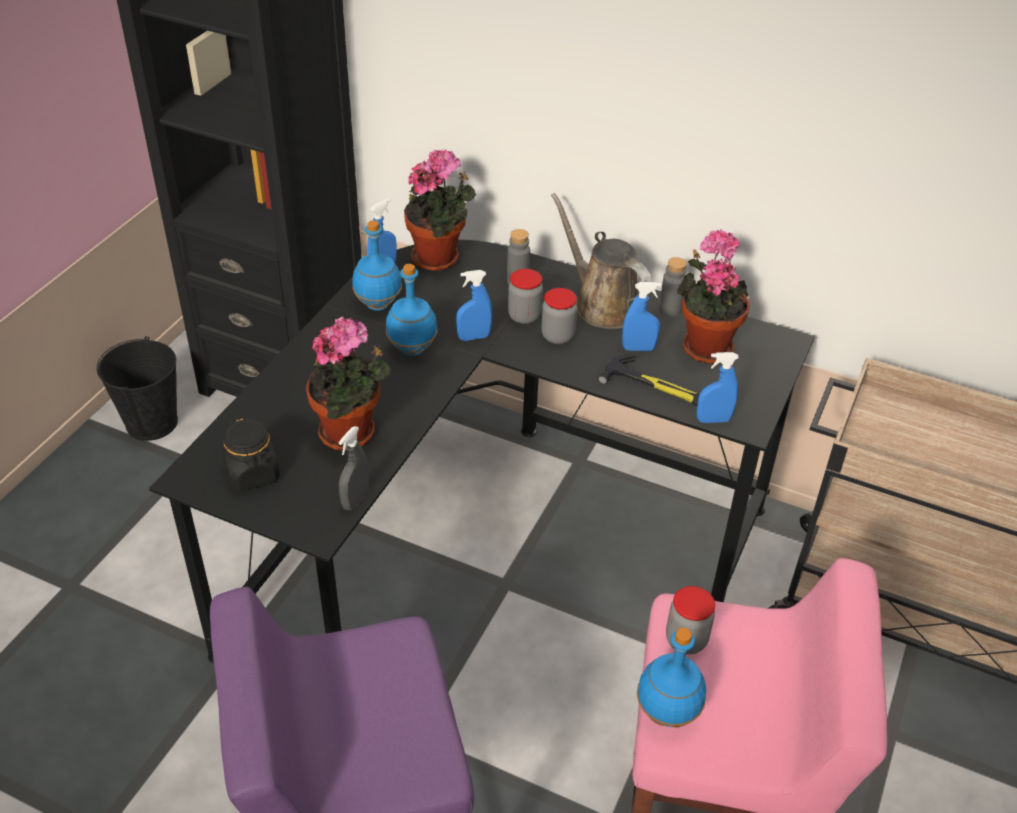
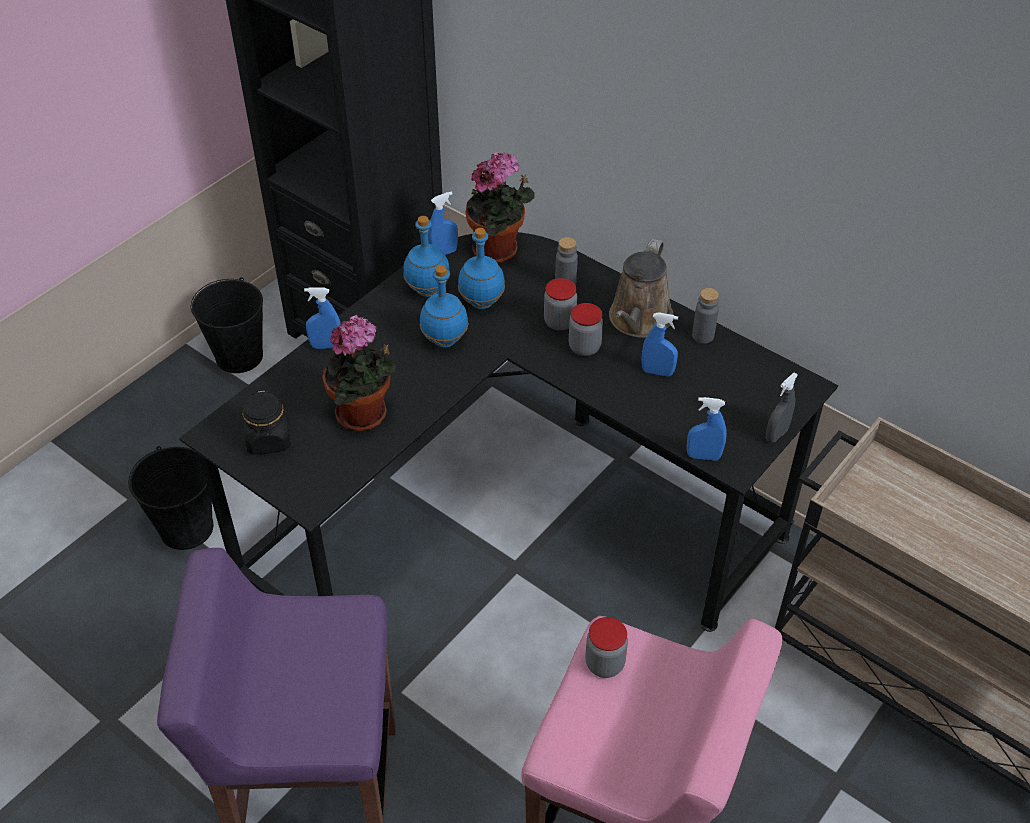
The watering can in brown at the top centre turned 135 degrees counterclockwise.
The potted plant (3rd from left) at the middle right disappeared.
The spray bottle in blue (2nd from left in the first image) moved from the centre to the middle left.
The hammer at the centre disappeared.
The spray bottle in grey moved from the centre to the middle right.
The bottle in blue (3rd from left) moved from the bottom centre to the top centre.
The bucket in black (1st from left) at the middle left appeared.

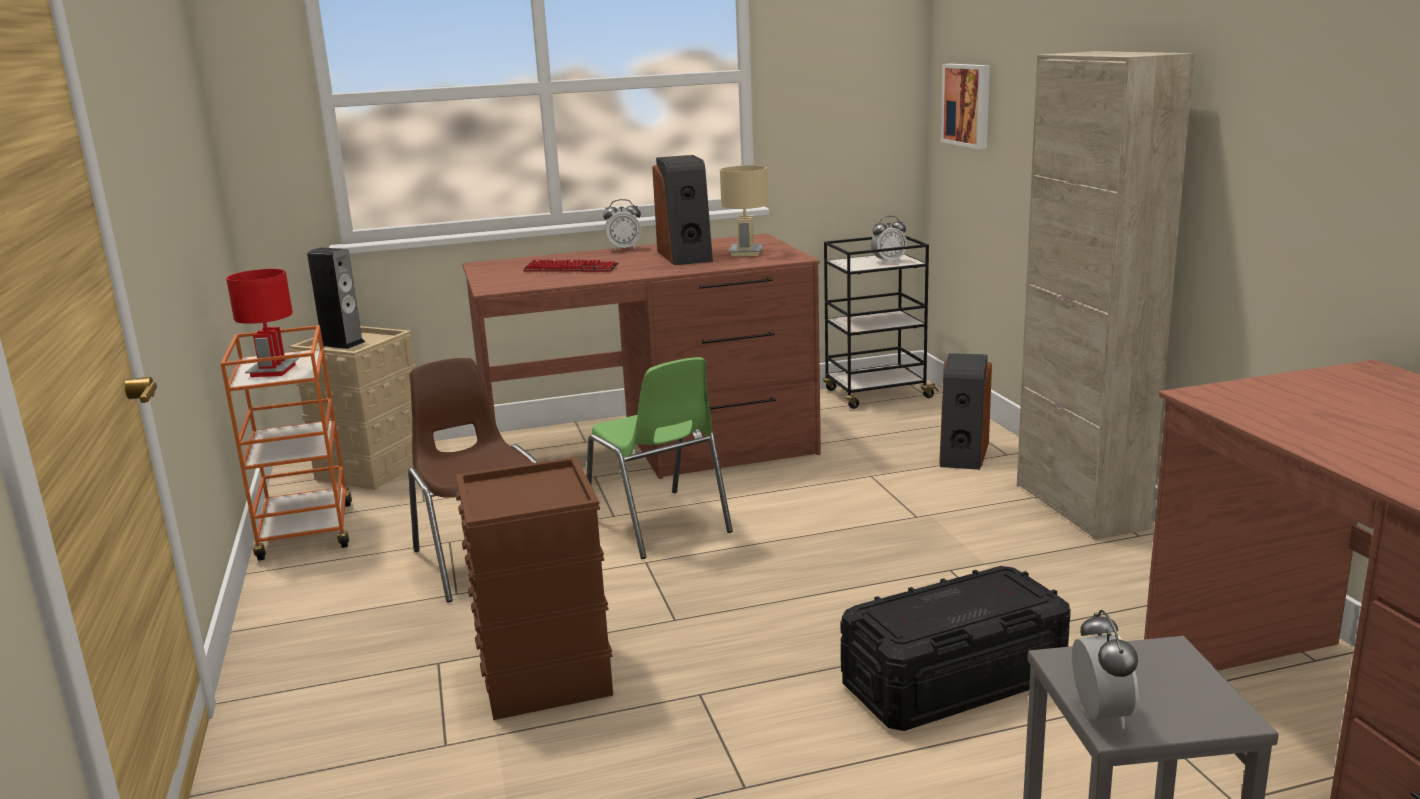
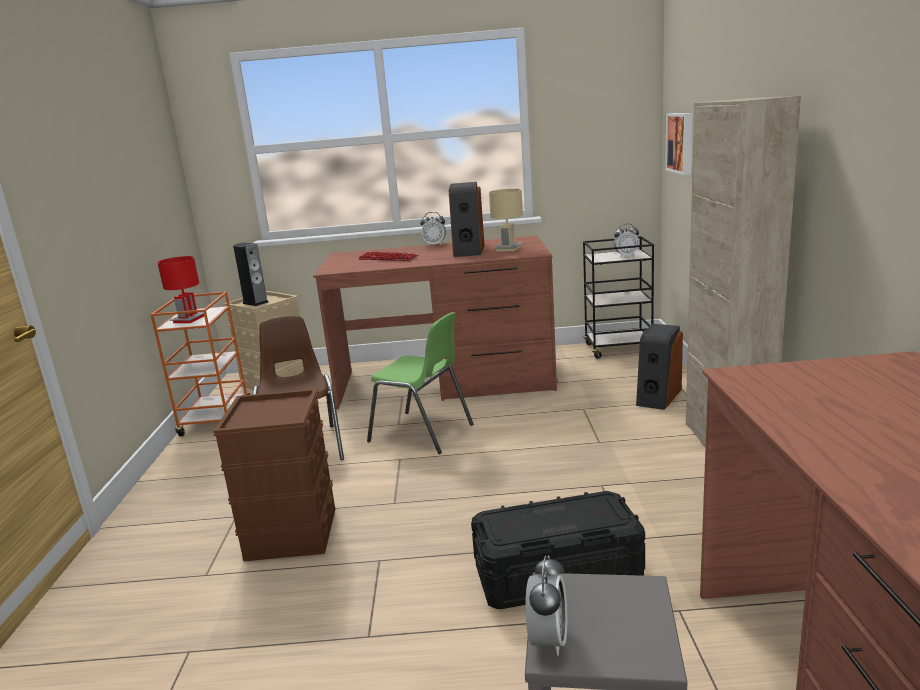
The chair in green at the centre turned 45 degrees counterclockwise.

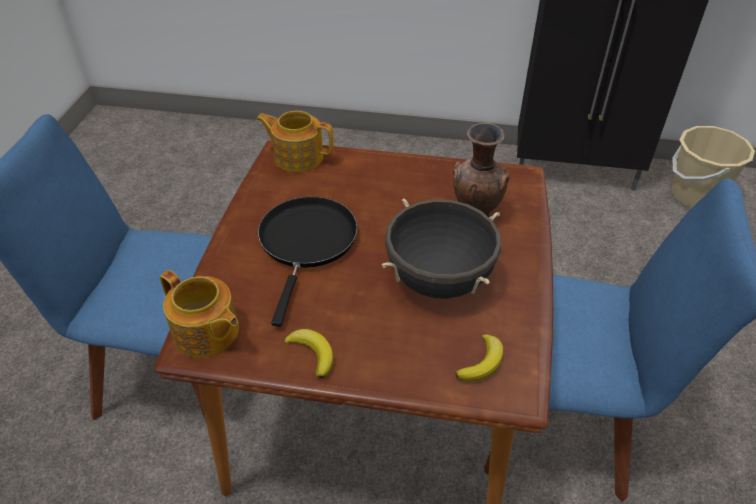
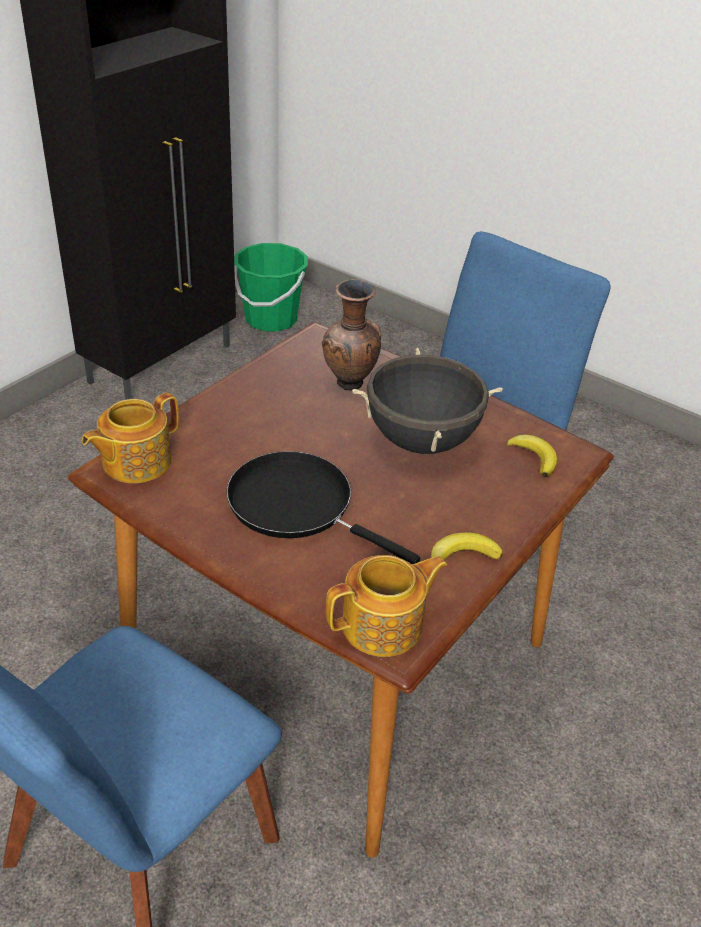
The bucket in beige at the top right became the bucket in green at the top centre.

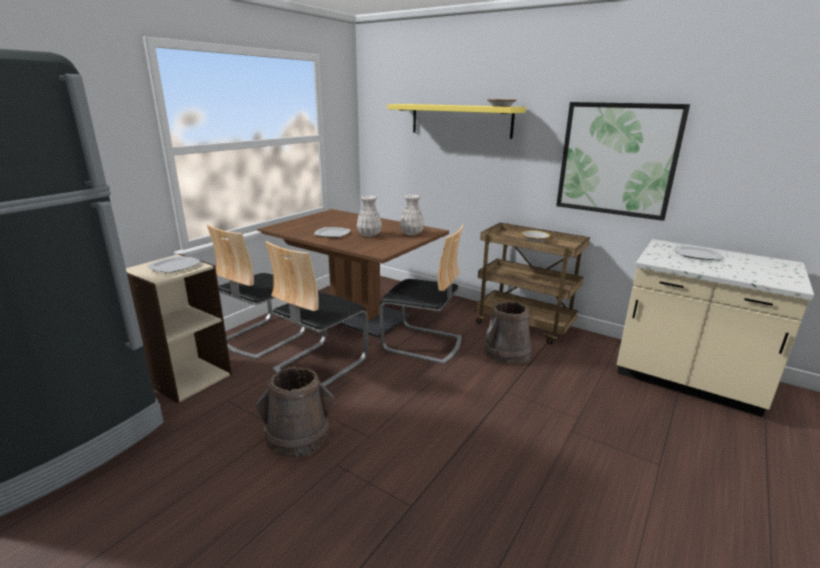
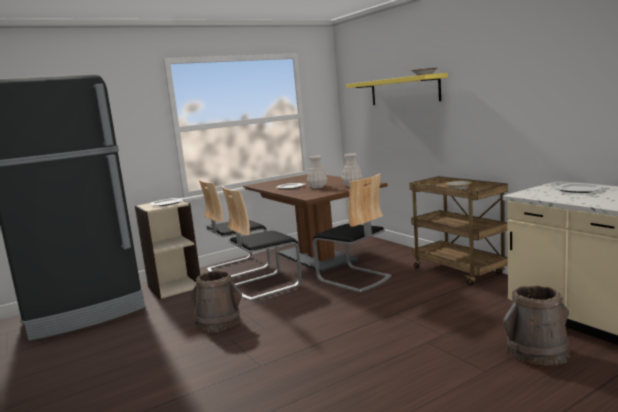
The picture at the top right disappeared.
The bucket in brown (2nd from left) moved from the centre to the bottom right.

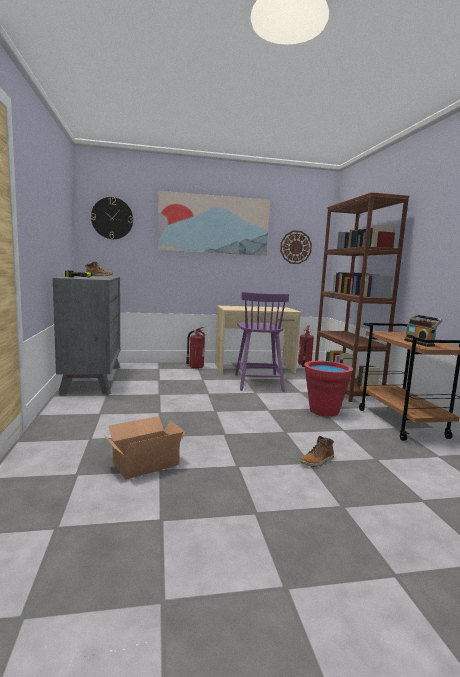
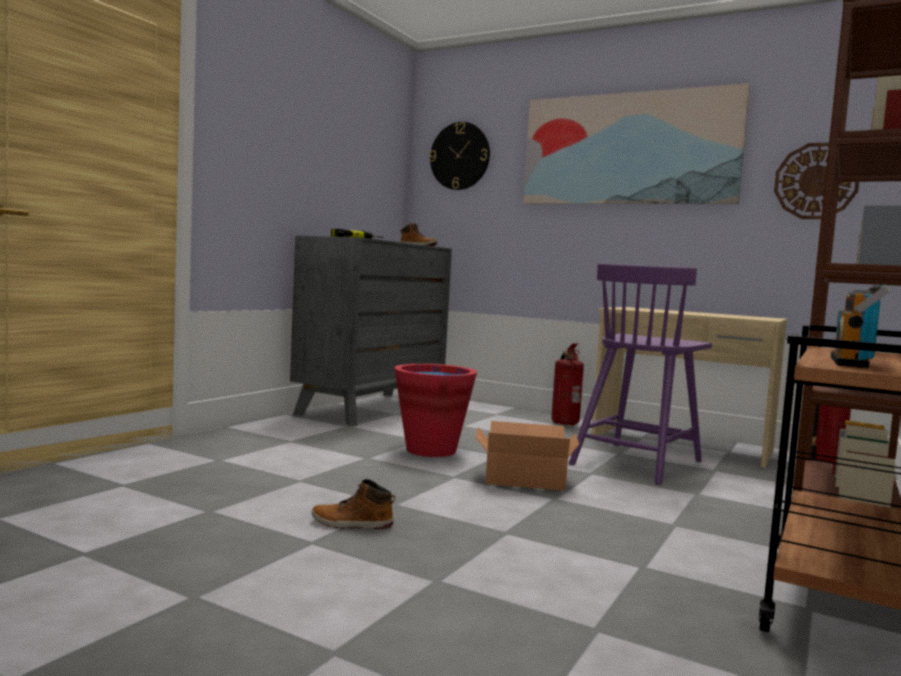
The bucket in red moved from the middle right to the centre.
The cardboard box moved from the middle left to the bottom centre.
The boot (2nd from left in the first image) moved from the middle right to the bottom centre.

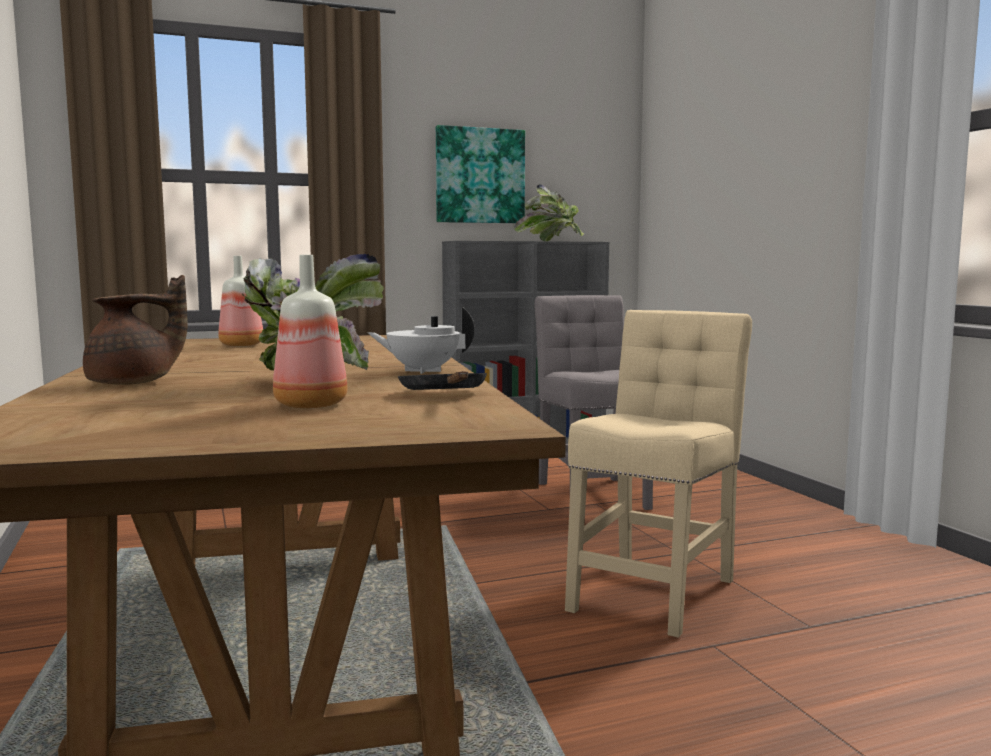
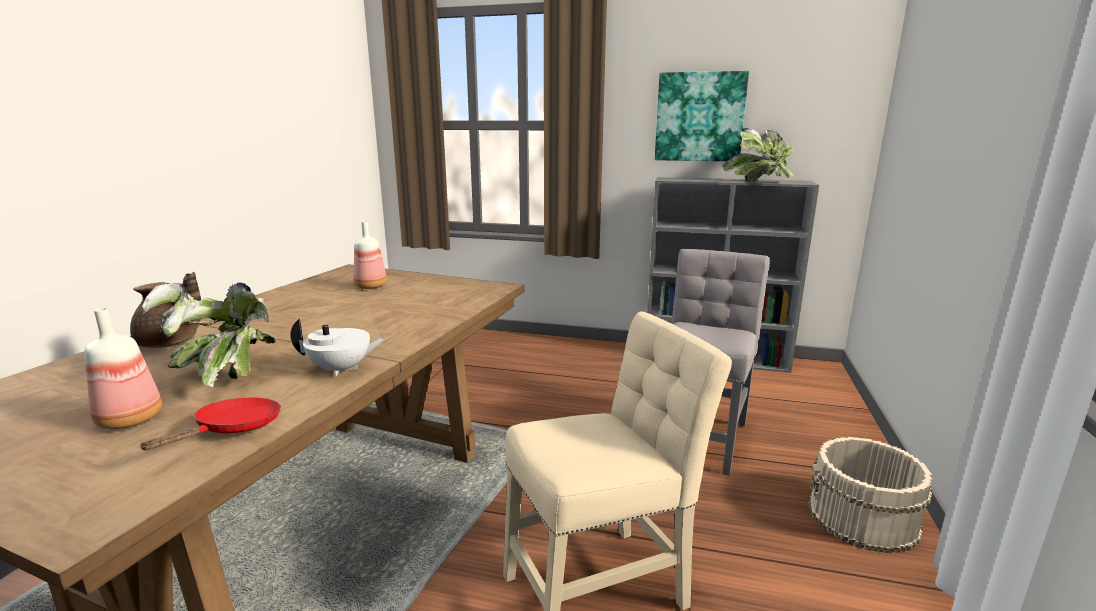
The teapot in white at the centre turned 135 degrees clockwise.
The frying pan in black at the centre became the frying pan in red at the bottom left.
The bucket in beige at the bottom right appeared.

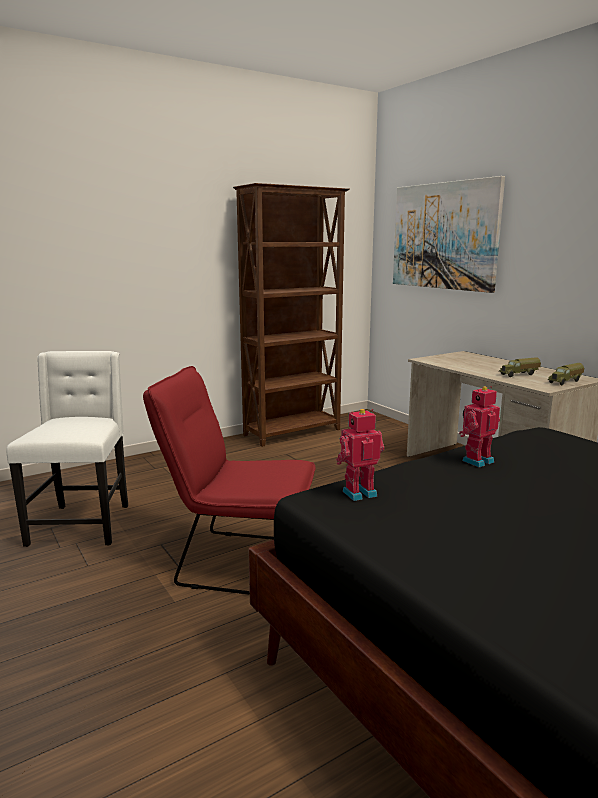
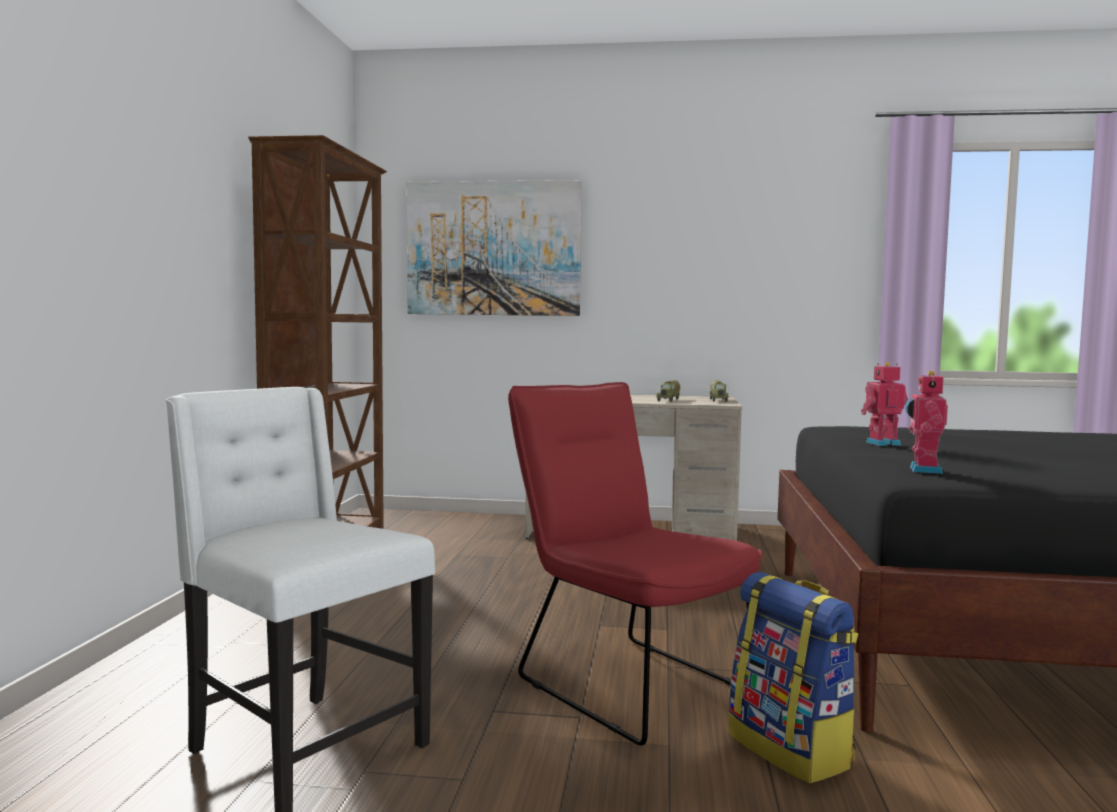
The chair in red at the centre turned 90 degrees clockwise.
The toy robot (2nd from left in the first image) at the middle right turned 75 degrees clockwise.
The backpack at the bottom right appeared.

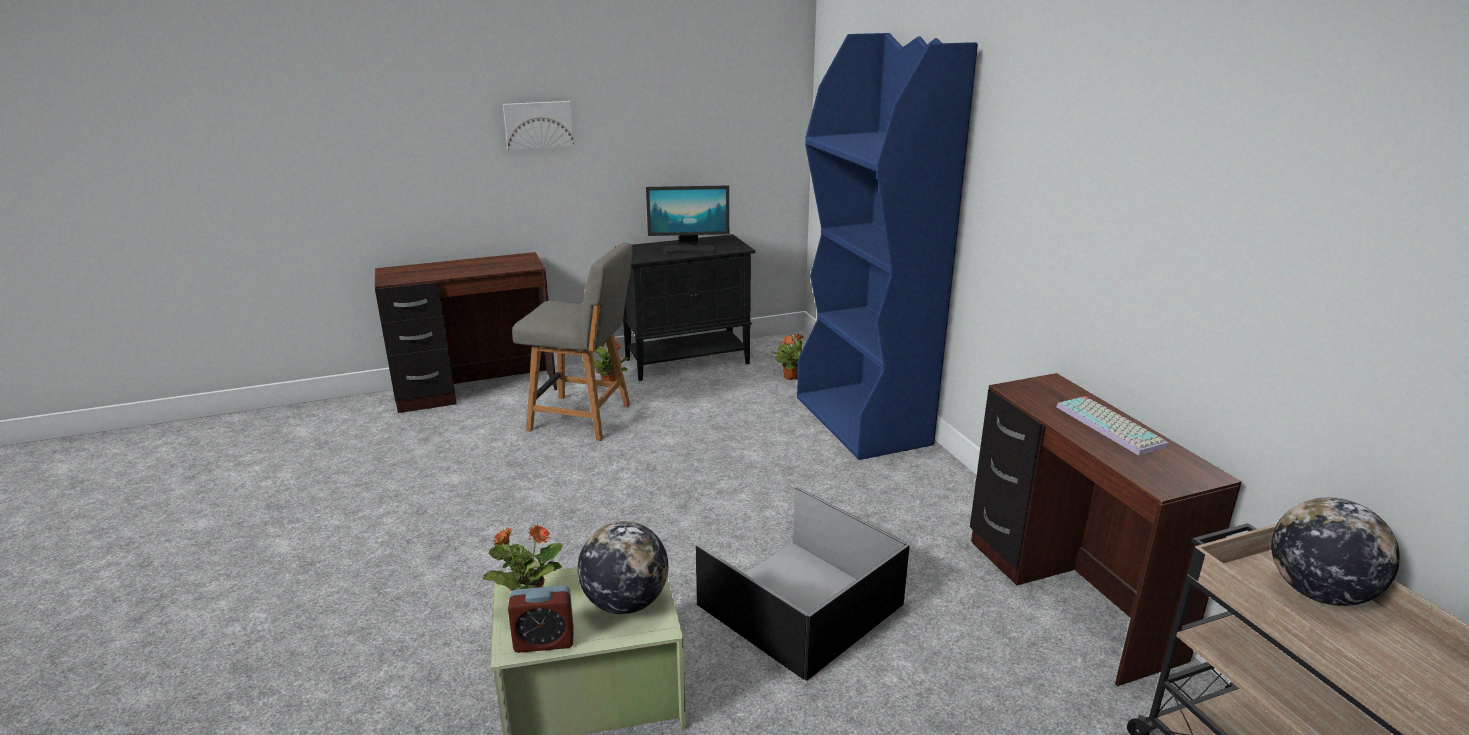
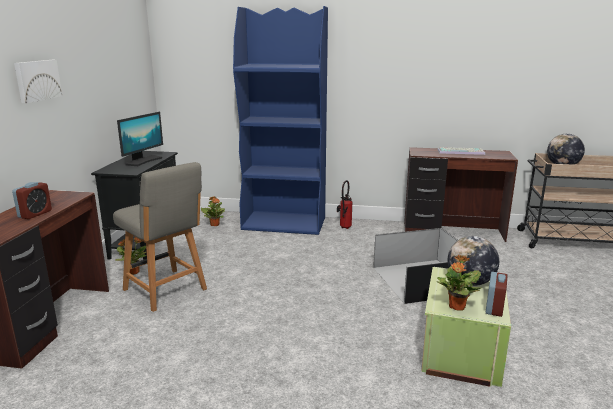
The chair in grey at the centre turned 90 degrees clockwise.
The fire extinguisher at the centre appeared.
The alarm clock (1st from left) at the middle left appeared.

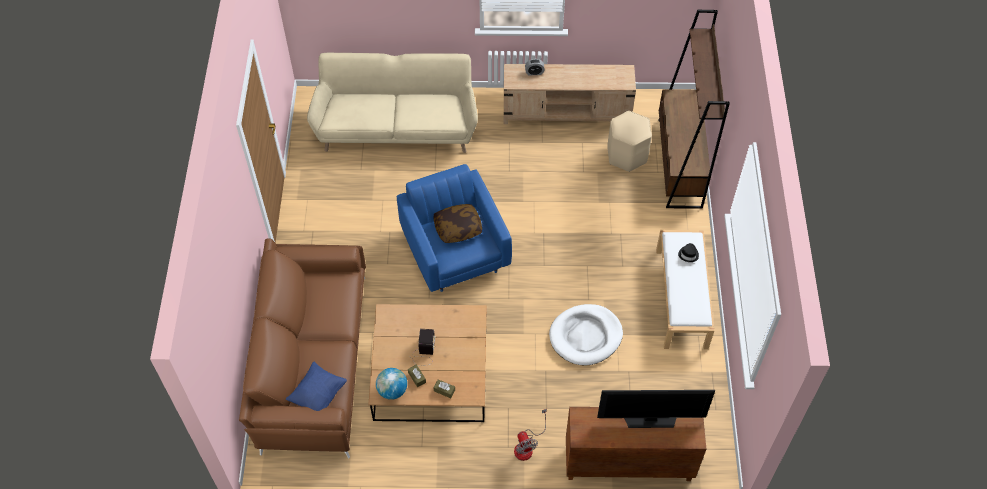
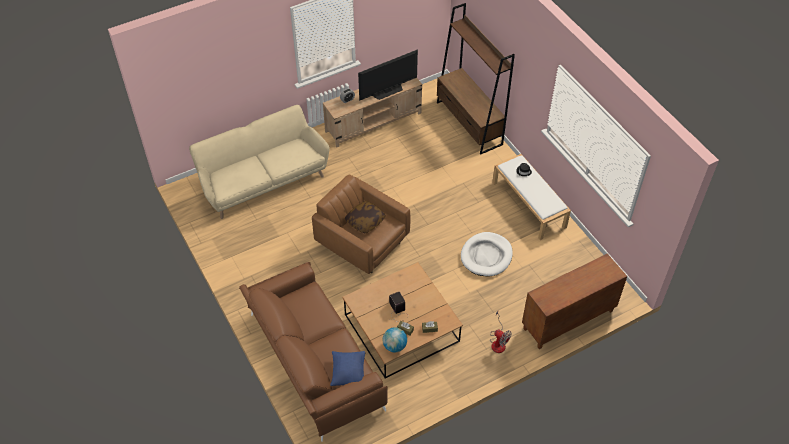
The stool in beige at the top centre disappeared.
The armchair in blue at the centre became the armchair in brown at the centre.
The television moved from the bottom centre to the top centre.

